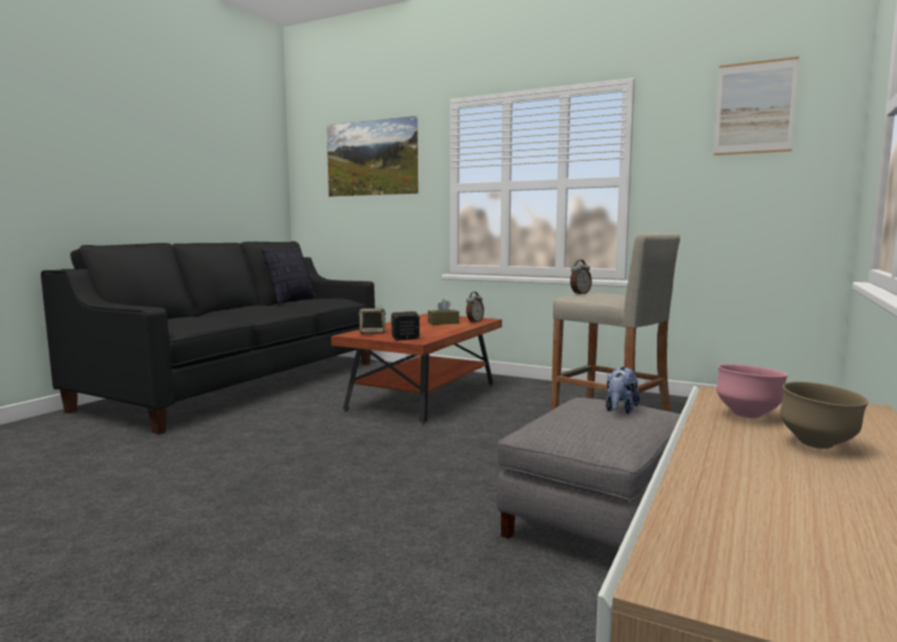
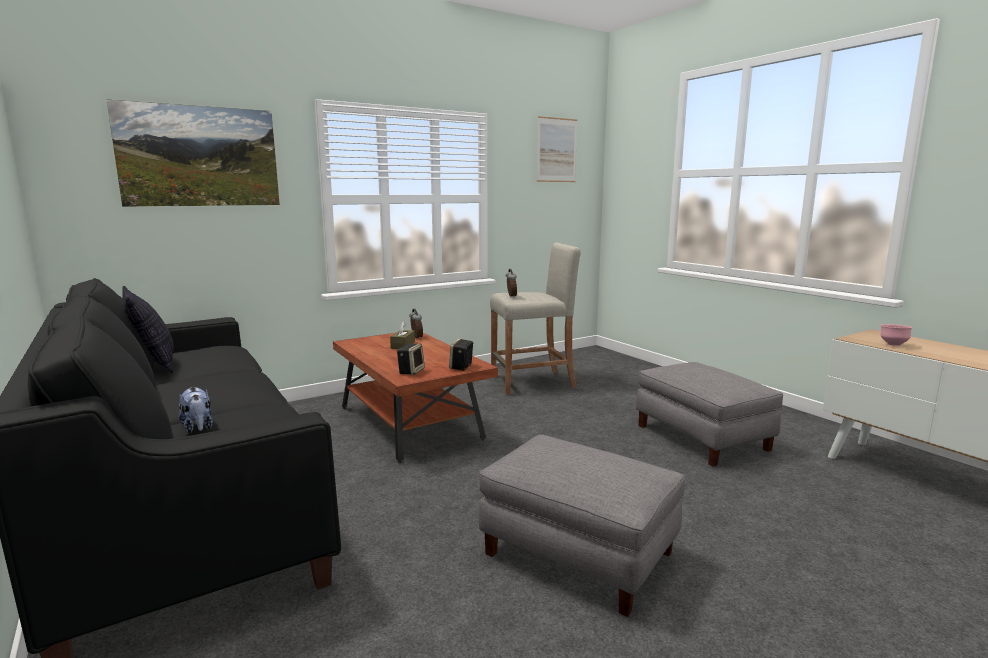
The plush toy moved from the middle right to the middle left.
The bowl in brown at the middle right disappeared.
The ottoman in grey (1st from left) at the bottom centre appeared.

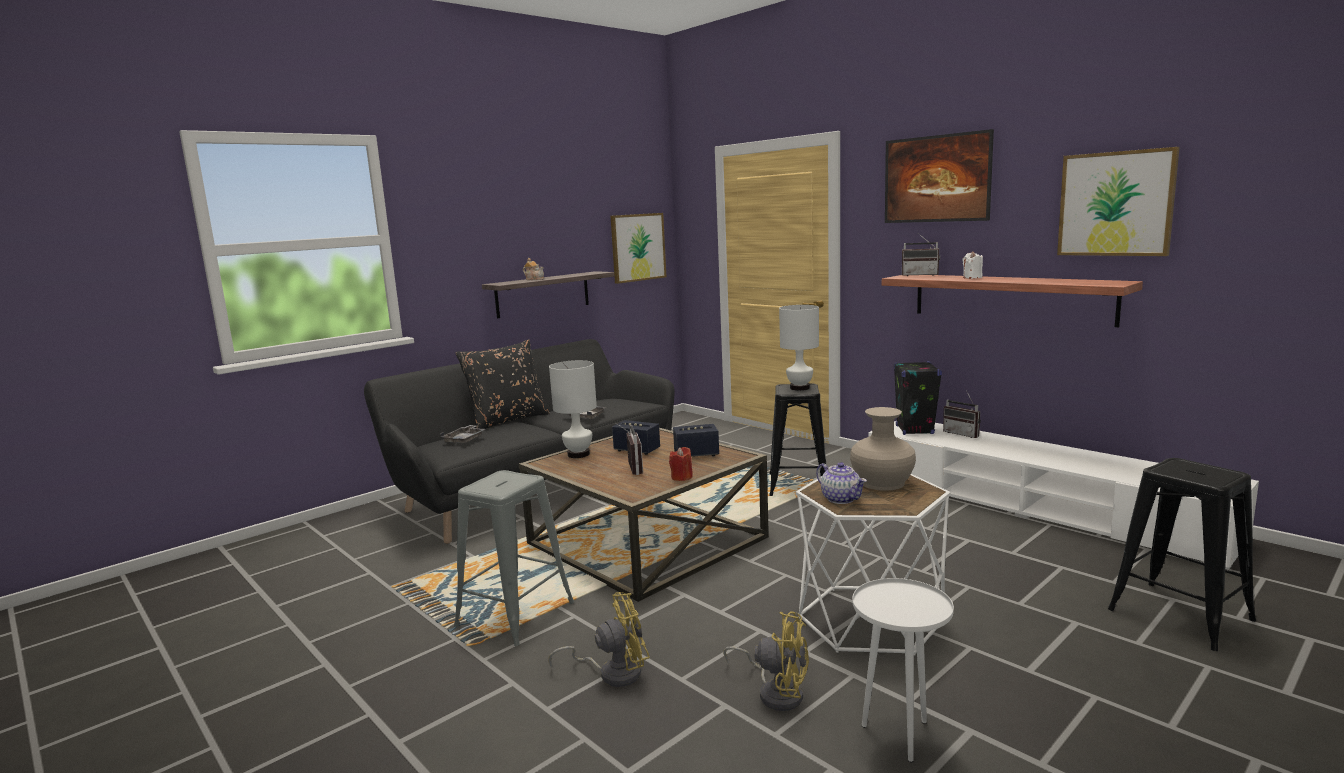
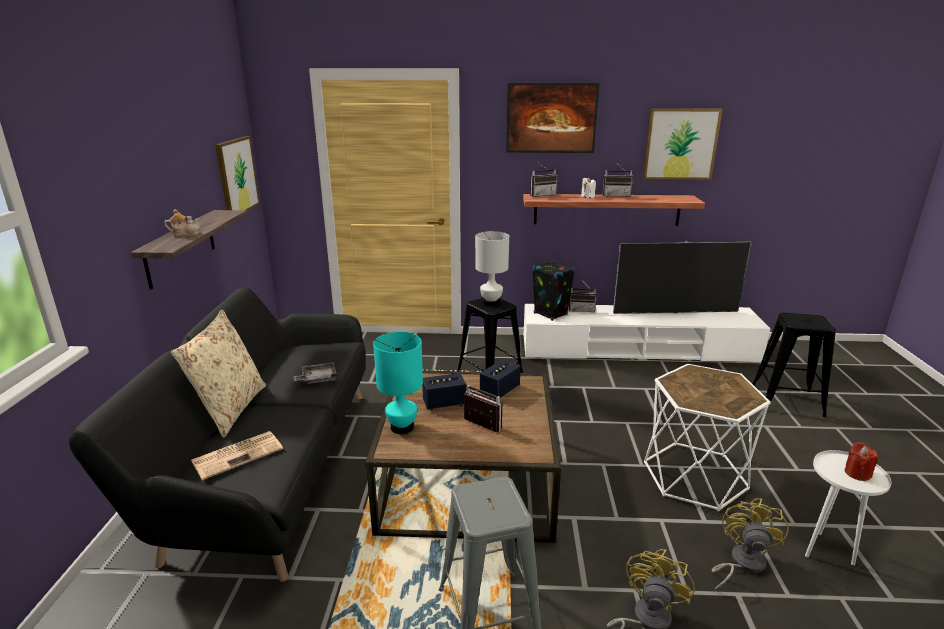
The pillow in black at the centre became the pillow in beige at the middle left.
The table lamp in white (1st from left) at the centre became the table lamp in turquoise at the centre.
The vase in beige at the centre disappeared.
The tray in grey (1st from left) at the centre was replaced by the newspaper at the bottom left.
The candle in red moved from the centre to the bottom right.
The teapot (2nd from left) at the centre disappeared.
The fan in yellow (2nd from left) at the bottom centre turned 45 degrees counterclockwise.
The radio (4th from left) at the top centre appeared.
The television at the middle right appeared.

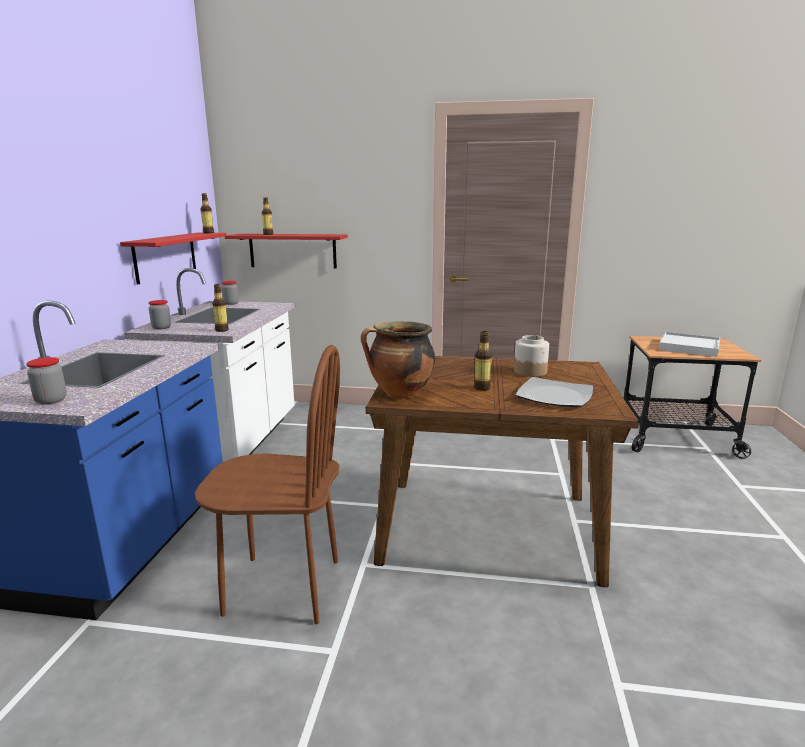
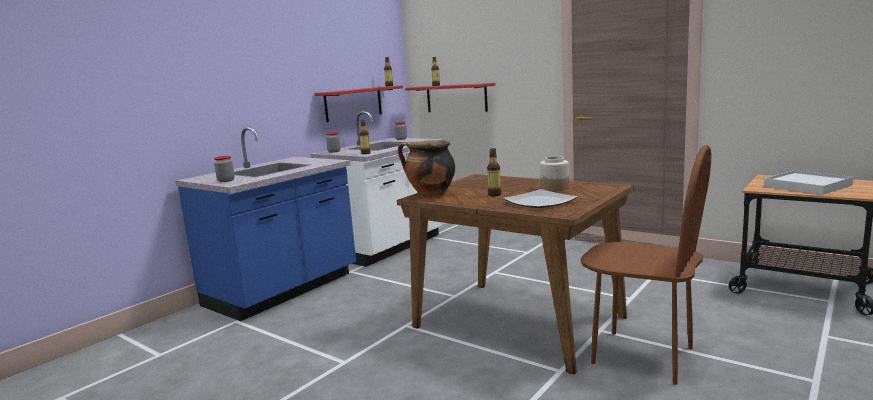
The chair in brown moved from the middle left to the middle right.

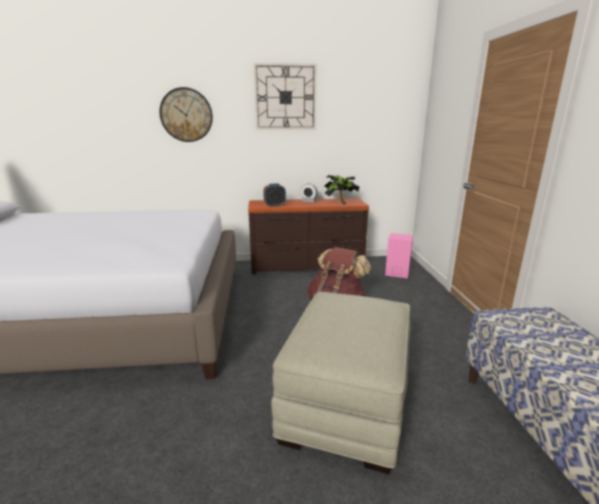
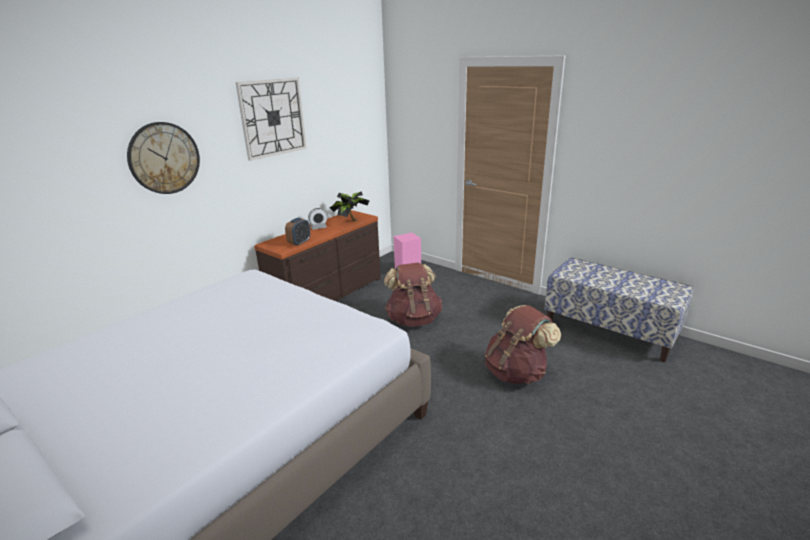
The ottoman in beige at the bottom centre was replaced by the backpack in brown (2nd from left) at the centre.

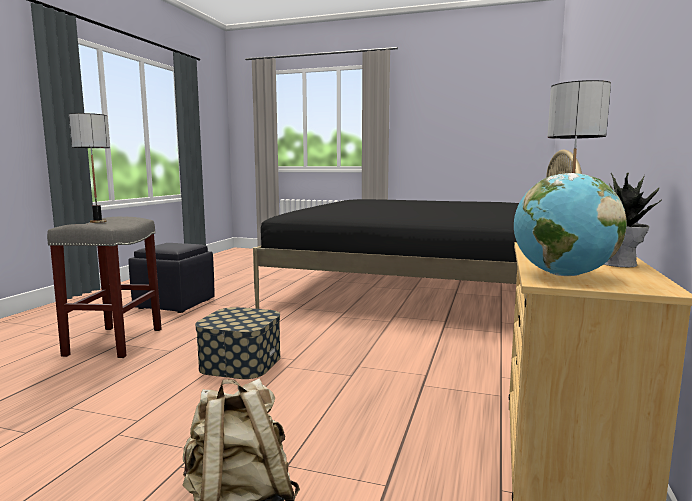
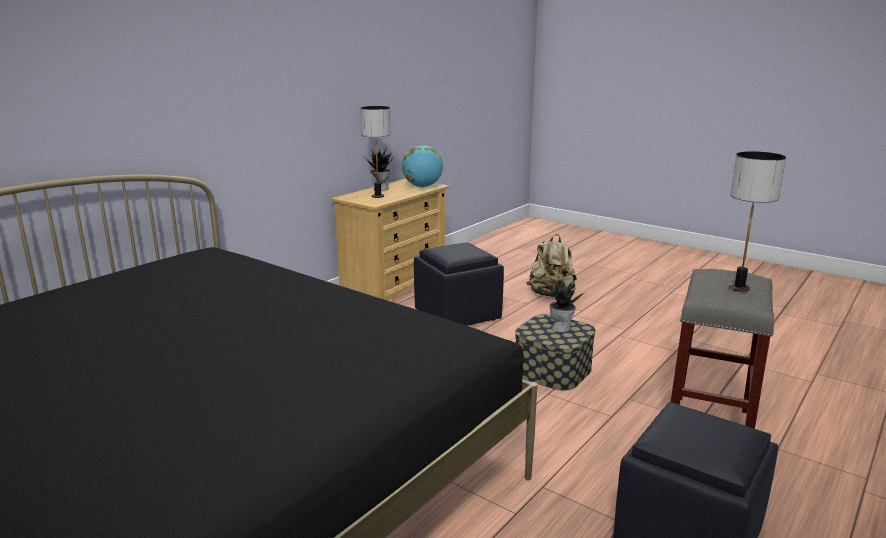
The ottoman in black (1st from left) at the centre appeared.
The potted plant (2nd from left) at the centre appeared.

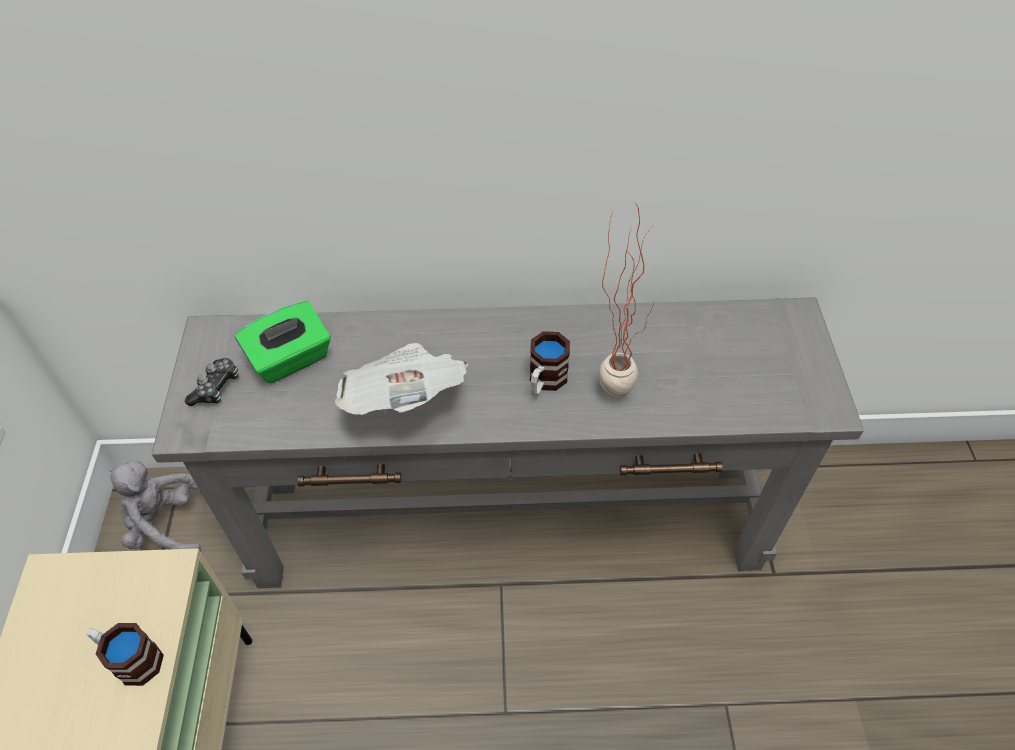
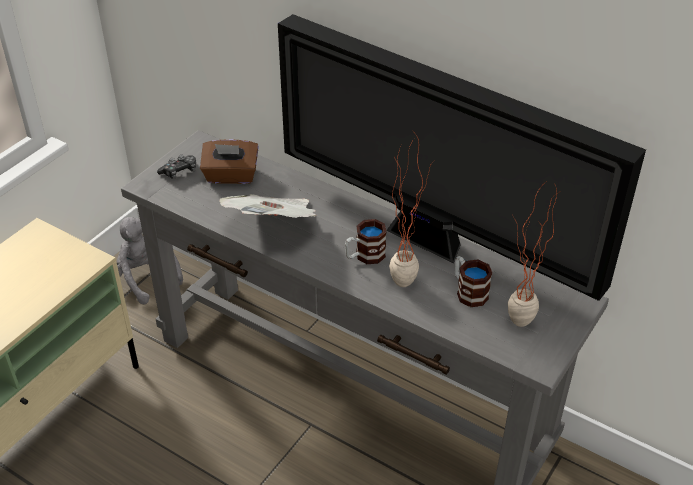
The tissue box in green at the middle left became the tissue box in brown at the top left.
The mug (1st from left in the first image) moved from the bottom left to the middle right.
The television at the top right appeared.
The potted plant (2nd from left) at the middle right appeared.

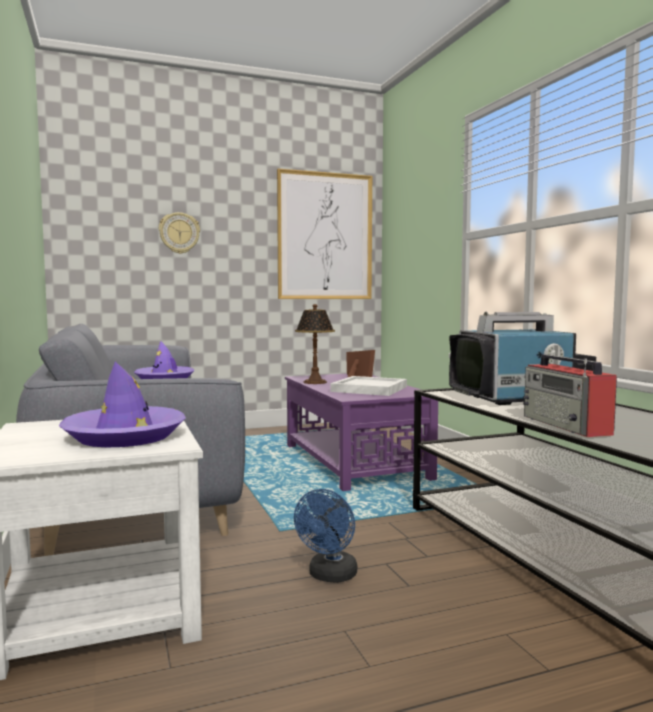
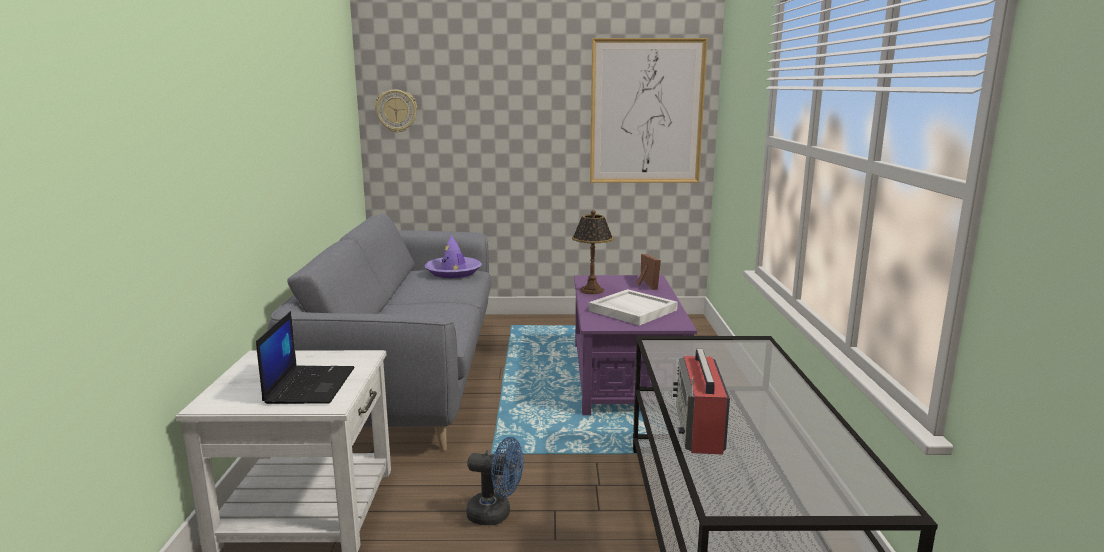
The wall clock moved from the top left to the top centre.
The television at the middle right disappeared.
The hat in purple (1st from left) at the middle left was replaced by the laptop at the middle left.
The fan in blue at the bottom centre turned 120 degrees counterclockwise.

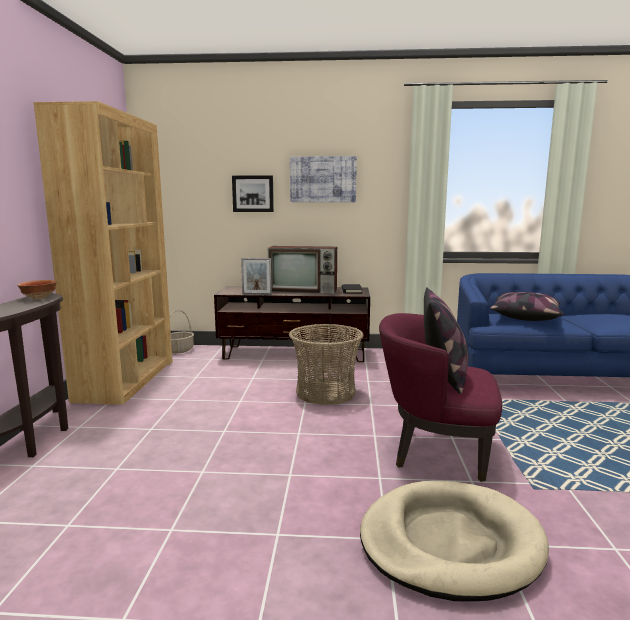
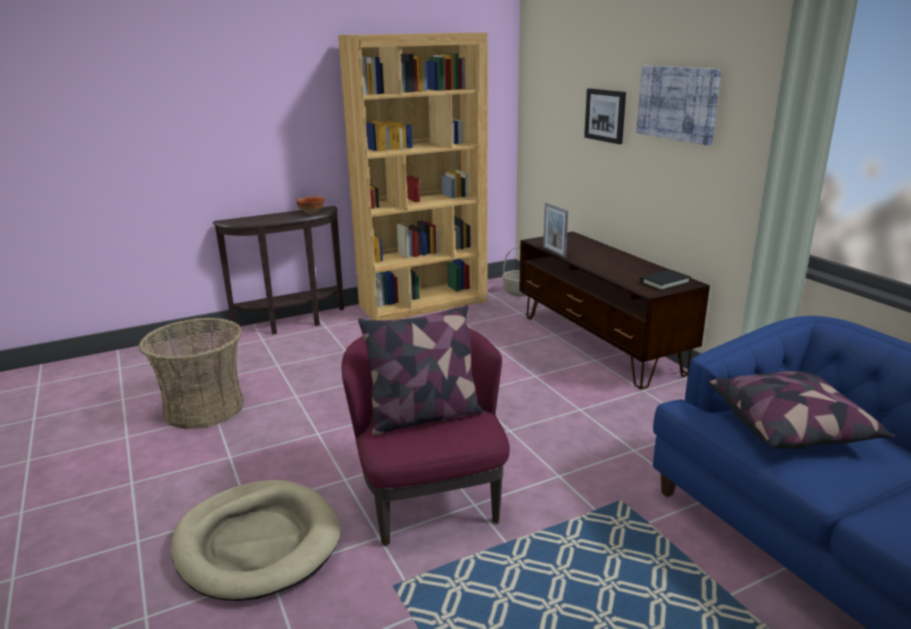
The television at the centre disappeared.
The basket (2nd from left in the first image) moved from the centre to the middle left.

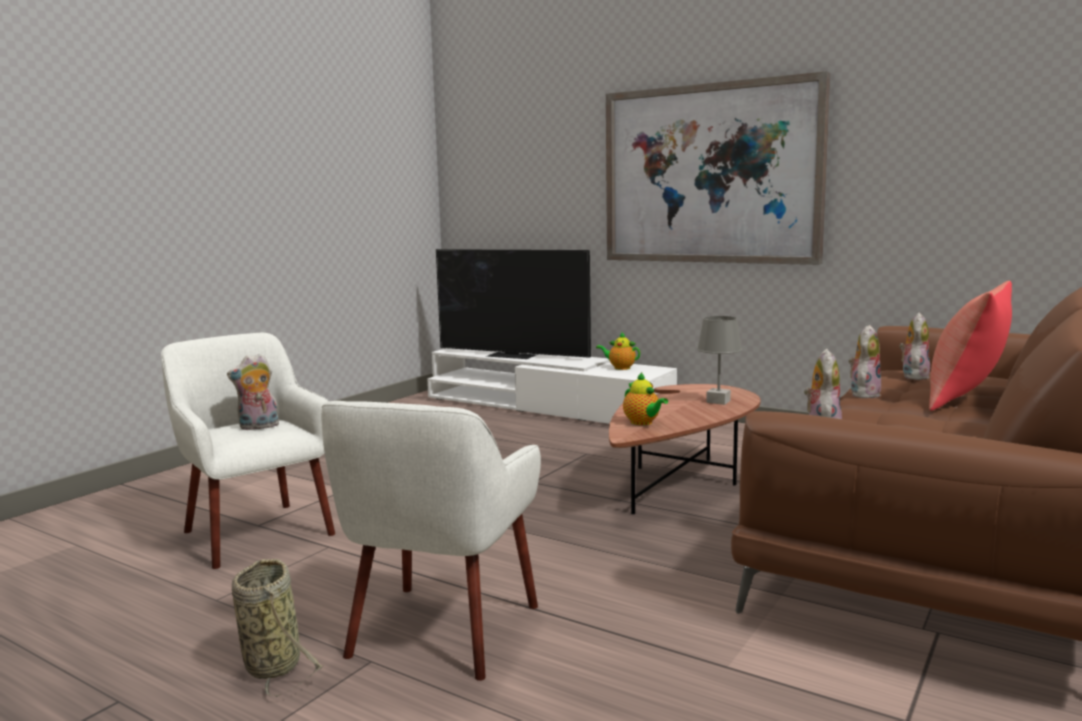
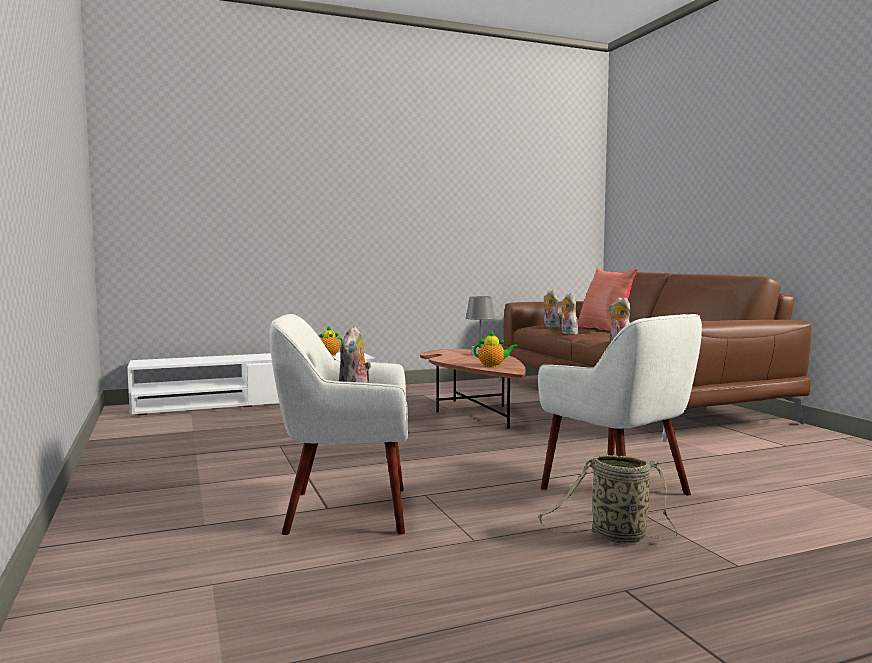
The picture at the top centre disappeared.
The television at the centre disappeared.

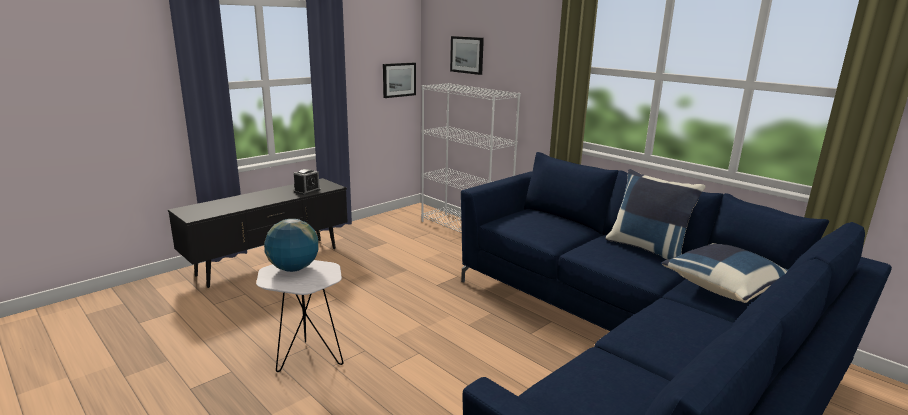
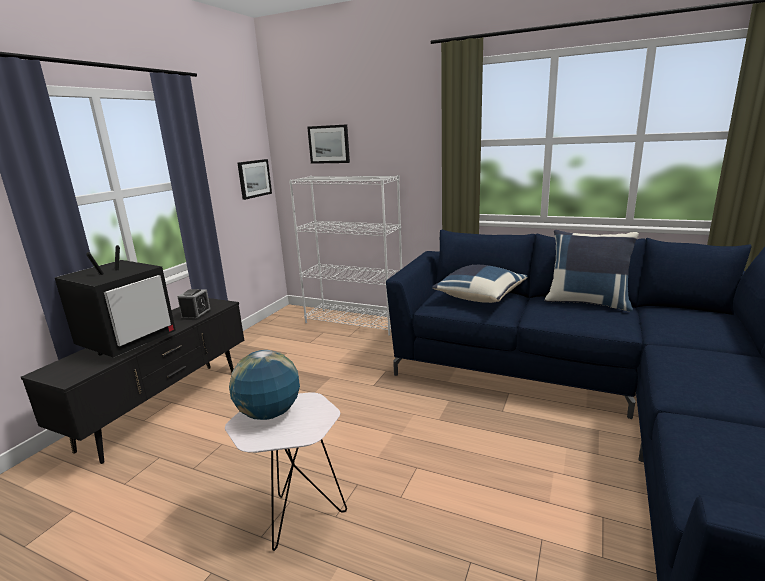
The pillow in blue (2nd from left in the first image) moved from the middle right to the centre.
The television at the middle left appeared.

